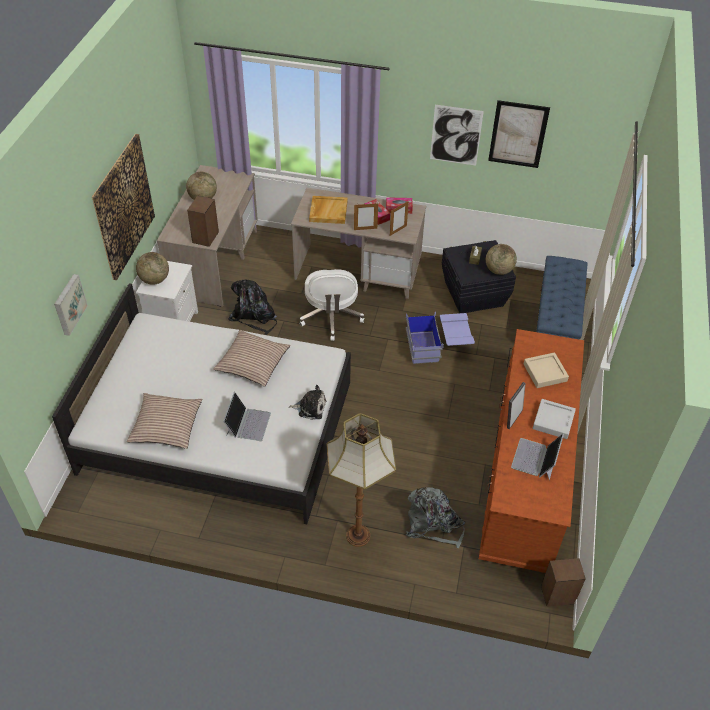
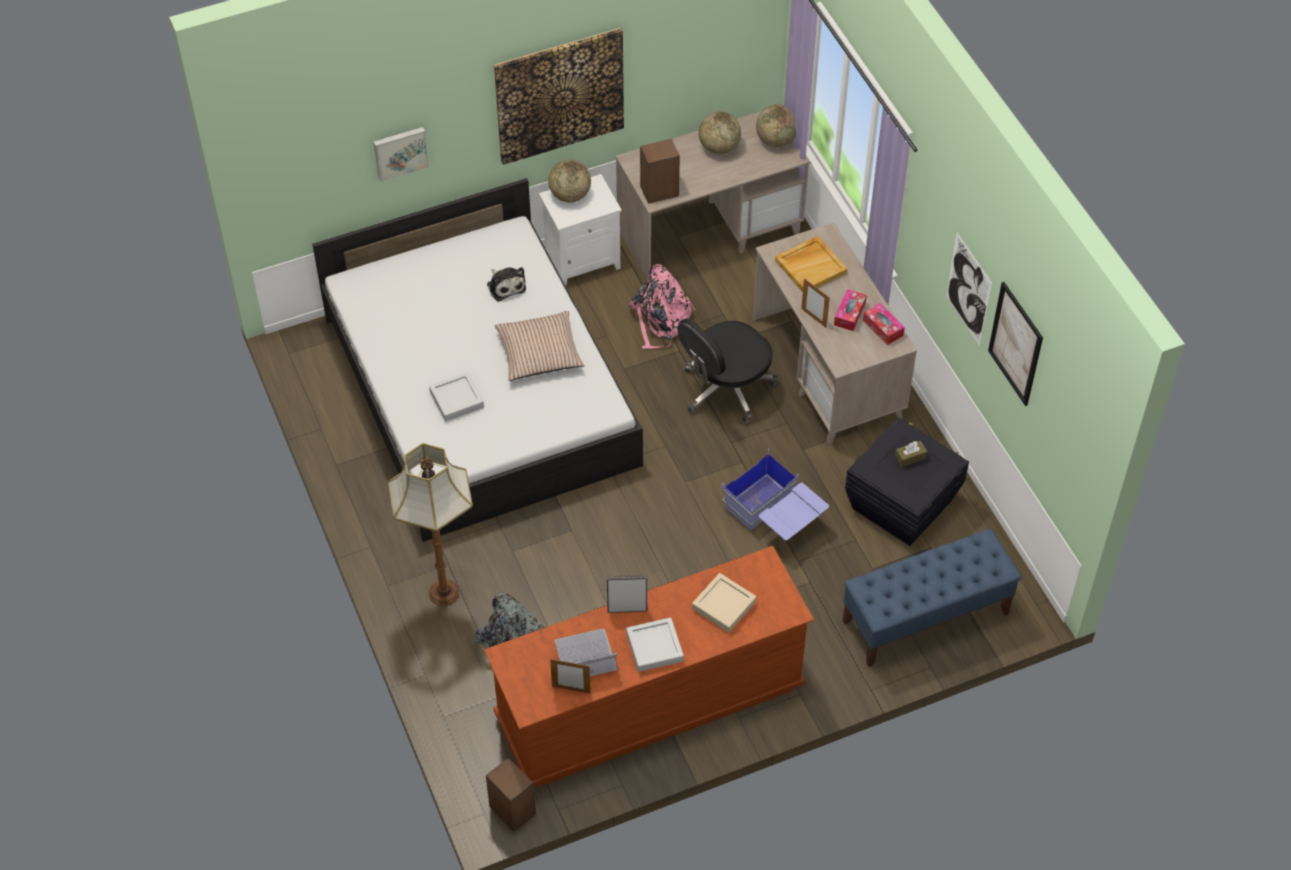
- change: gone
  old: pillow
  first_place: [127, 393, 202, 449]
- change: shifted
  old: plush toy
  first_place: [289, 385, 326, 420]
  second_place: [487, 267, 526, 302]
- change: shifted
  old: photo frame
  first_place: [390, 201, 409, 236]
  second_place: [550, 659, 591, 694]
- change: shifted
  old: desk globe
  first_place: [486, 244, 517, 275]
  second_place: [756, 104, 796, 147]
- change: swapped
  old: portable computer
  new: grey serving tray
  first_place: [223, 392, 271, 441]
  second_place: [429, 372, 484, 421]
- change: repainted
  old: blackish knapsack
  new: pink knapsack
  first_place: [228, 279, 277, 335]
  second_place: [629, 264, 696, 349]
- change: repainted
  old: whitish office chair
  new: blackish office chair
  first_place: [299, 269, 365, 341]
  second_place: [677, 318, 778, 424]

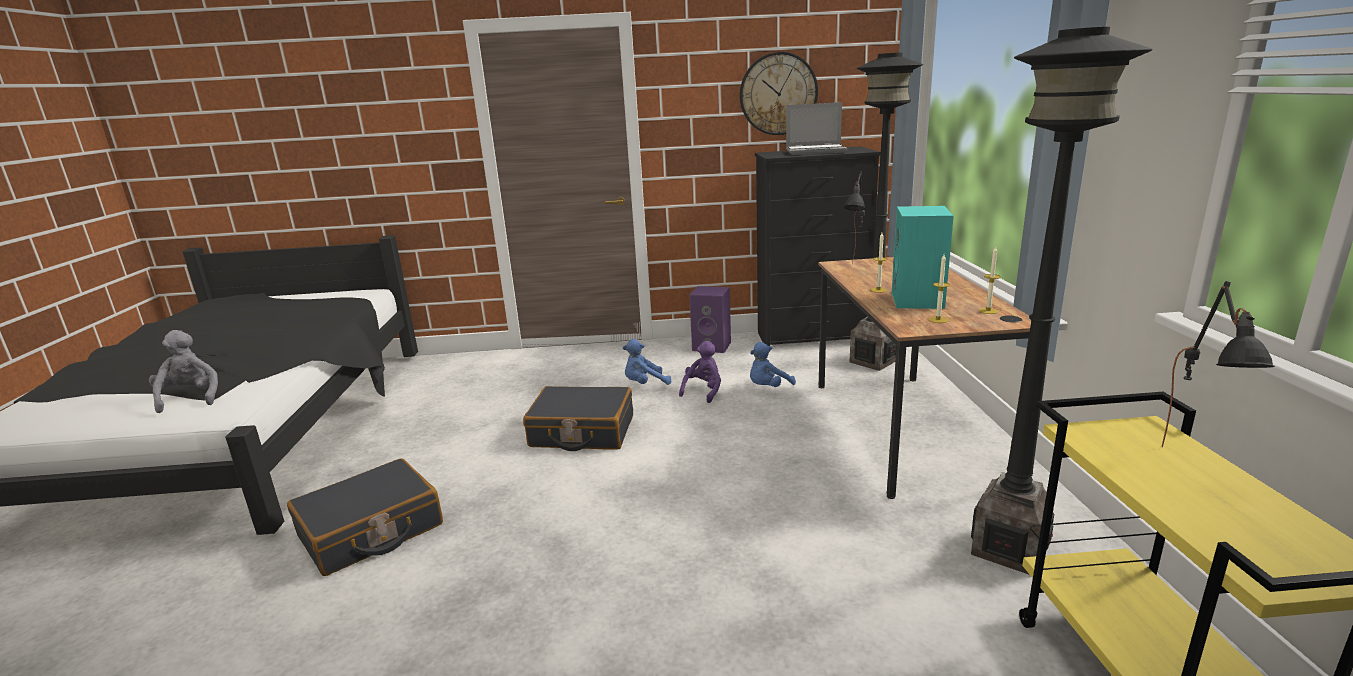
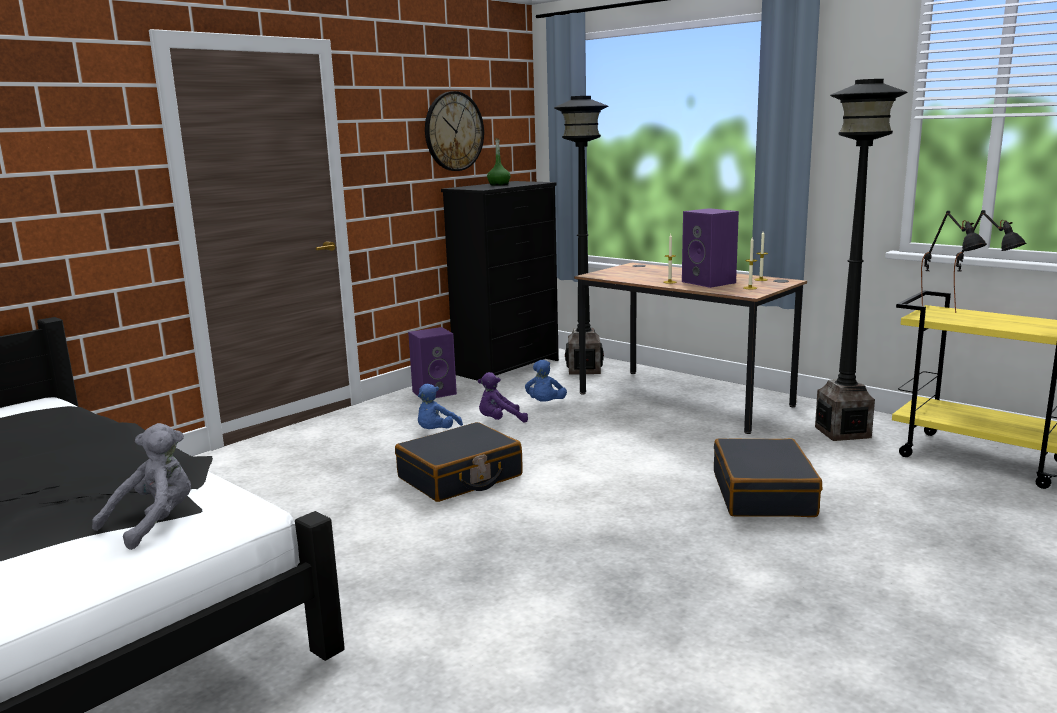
- change: shifted
  old: blackish suitcase
  first_place: [287, 458, 443, 576]
  second_place: [714, 438, 822, 517]
- change: shifted
  old: blackish table lamp
  first_place: [844, 171, 865, 264]
  second_place: [921, 210, 987, 306]
- change: swapped
  old: portable computer
  new: greenish beverage bottle
  first_place: [786, 102, 848, 155]
  second_place: [487, 138, 511, 186]
- change: repainted
  old: turquoise loudspeaker
  new: purplish loudspeaker
  first_place: [892, 206, 954, 309]
  second_place: [682, 208, 739, 288]
- change: rotated
  old: grey plush toy
  first_place: [149, 330, 218, 413]
  second_place: [92, 423, 191, 550]
  degrees: 105
- change: rotated
  old: purplish plush toy
  first_place: [679, 341, 721, 403]
  second_place: [478, 372, 528, 423]
  degrees: -90

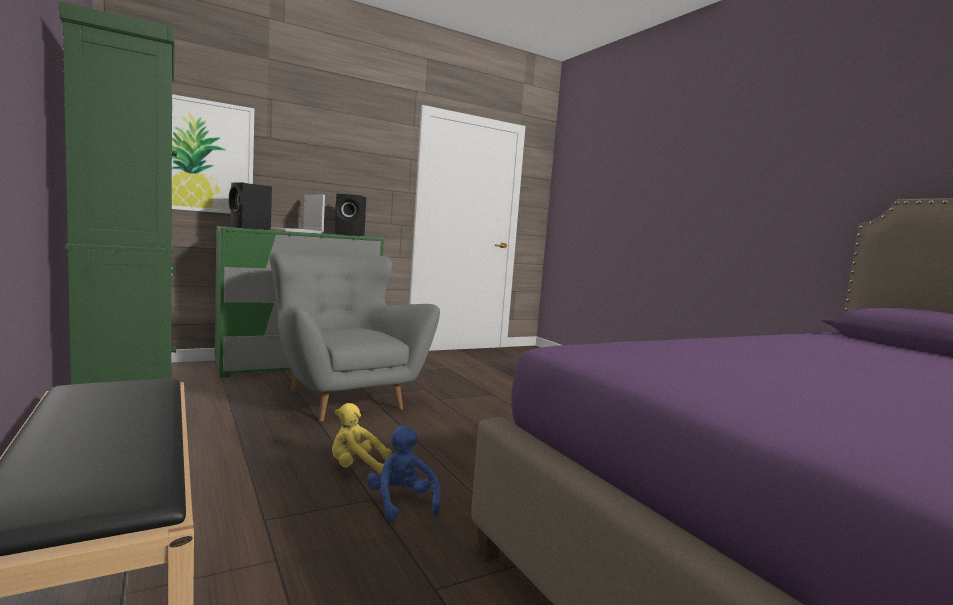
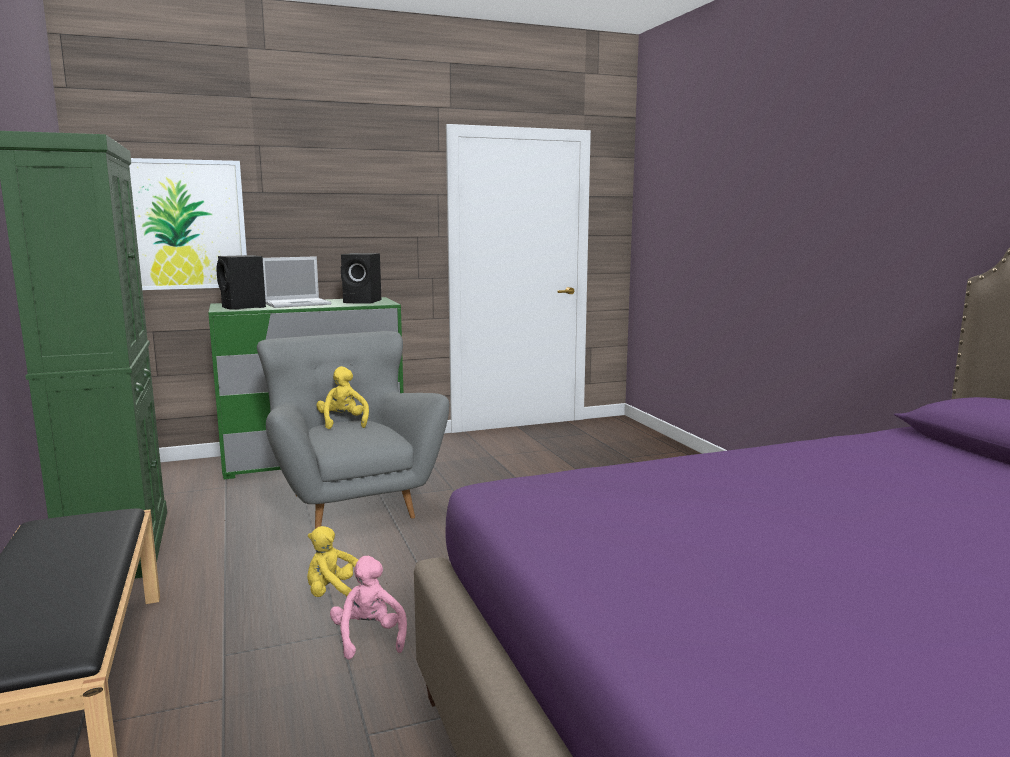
- change: new
  new: yellow plush toy
  second_place: [316, 366, 369, 429]
- change: repainted
  old: bluish plush toy
  new: pink plush toy
  first_place: [367, 426, 441, 521]
  second_place: [330, 556, 407, 659]
- change: rotated
  old: portable computer
  first_place: [271, 194, 325, 234]
  second_place: [263, 256, 331, 308]
  degrees: -90

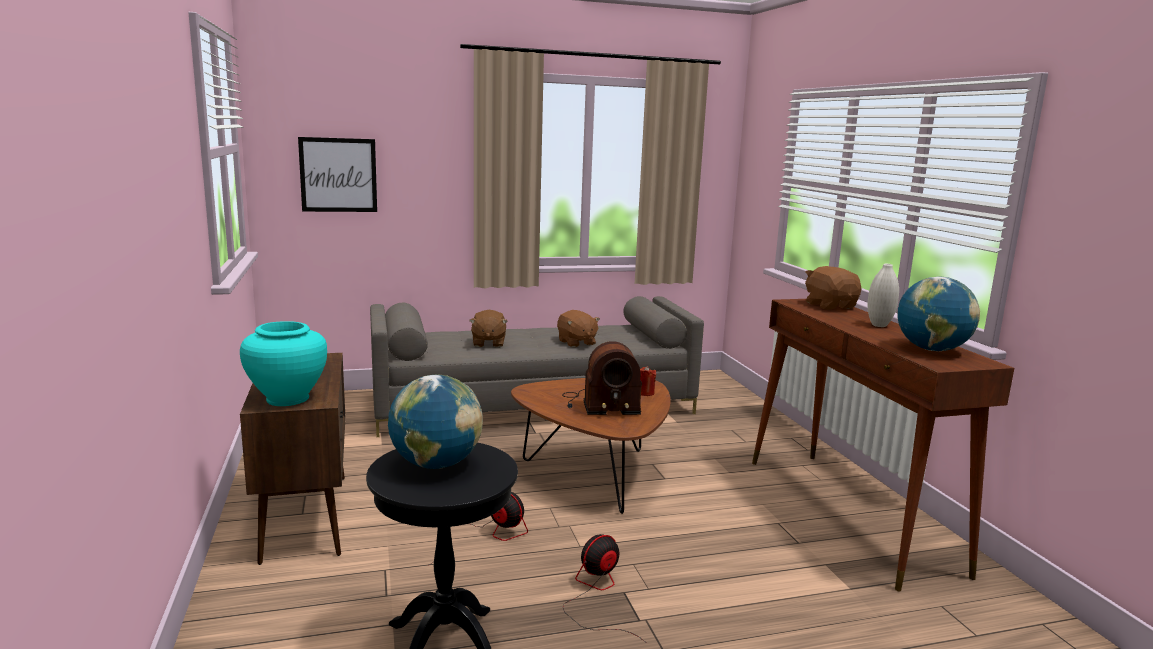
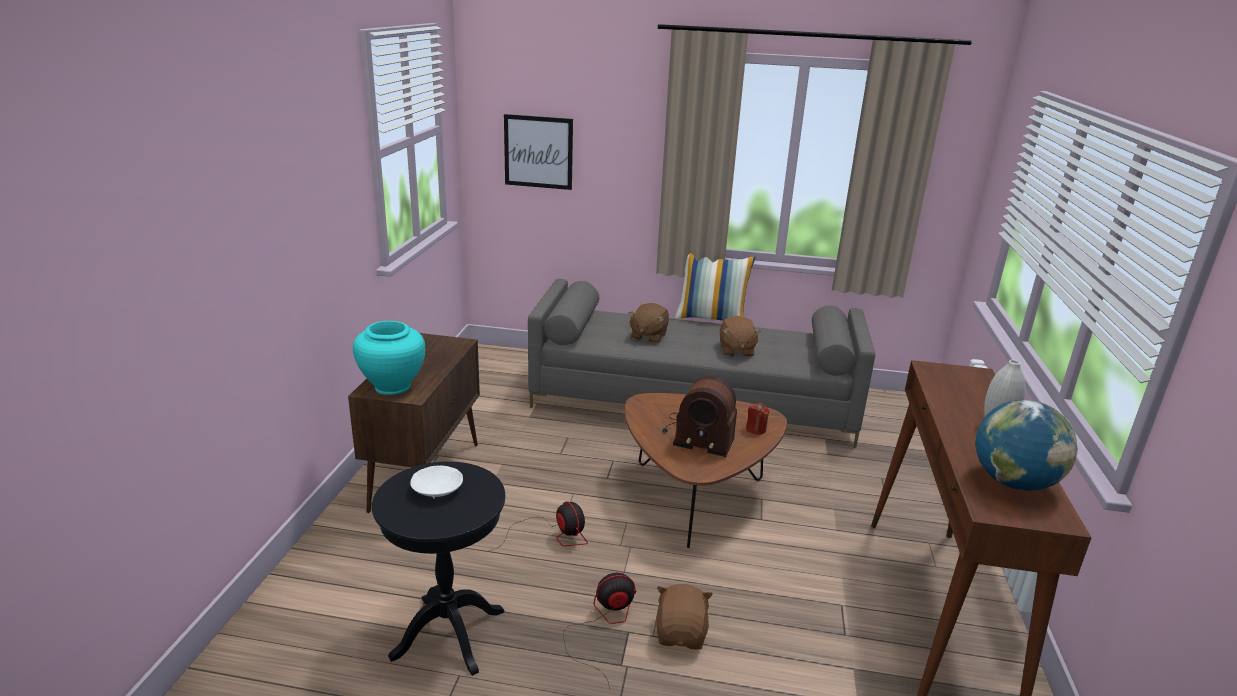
- change: new
  new: pillow
  second_place: [675, 253, 755, 321]
- change: shifted
  old: brown plush toy
  first_place: [805, 266, 862, 310]
  second_place: [656, 584, 713, 650]
- change: swapped
  old: desk globe
  new: whitish bowl
  first_place: [388, 374, 483, 469]
  second_place: [410, 465, 463, 499]

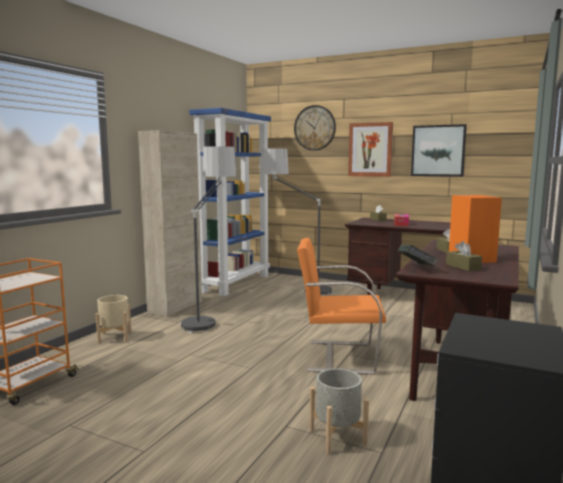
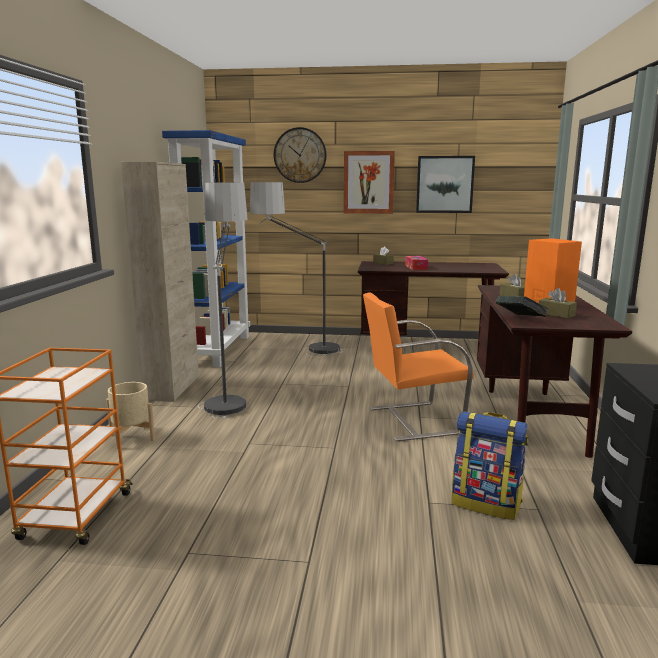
- change: swapped
  old: grey plant pot
  new: knapsack
  first_place: [309, 368, 369, 454]
  second_place: [452, 411, 528, 520]

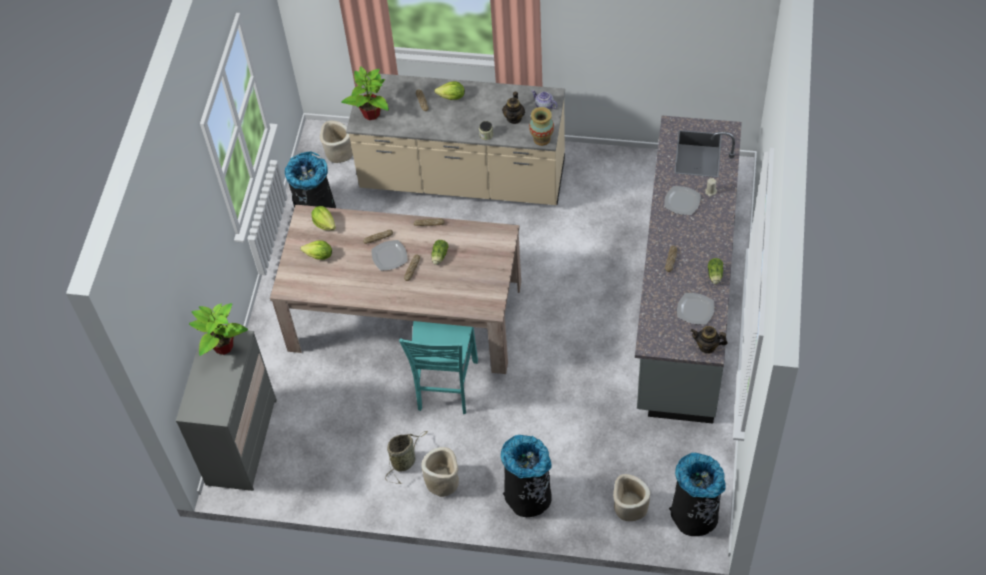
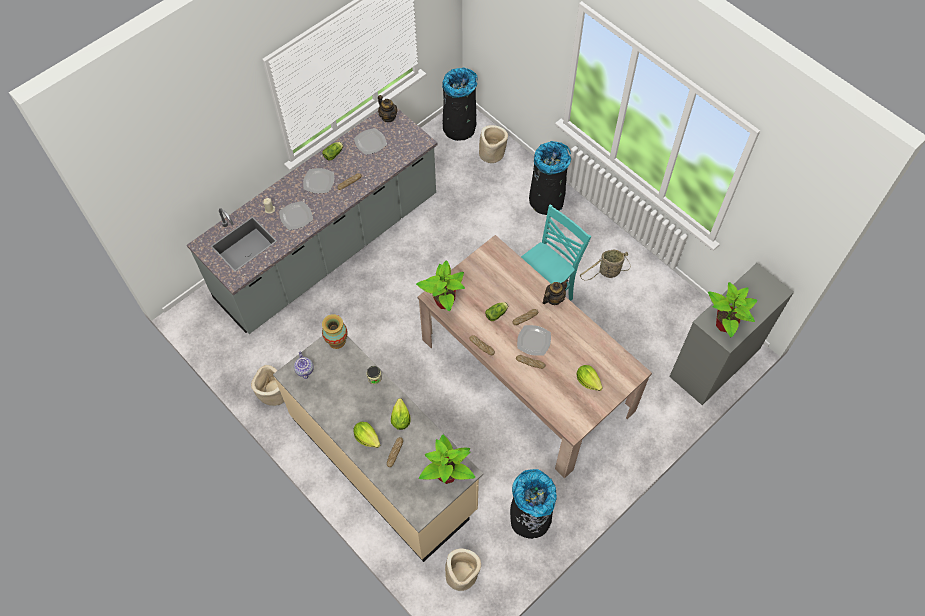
- change: new
  new: dinner plate
  second_place: [303, 168, 334, 193]
- change: new
  new: potted plant
  second_place: [416, 260, 465, 311]
- change: shifted
  old: lettuce
  first_place: [311, 206, 336, 230]
  second_place: [391, 398, 411, 430]
- change: shifted
  old: sand-coloured plant pot
  first_place: [421, 447, 459, 497]
  second_place: [251, 365, 284, 406]
- change: shifted
  old: teapot
  first_place: [502, 92, 525, 124]
  second_place: [542, 279, 569, 305]

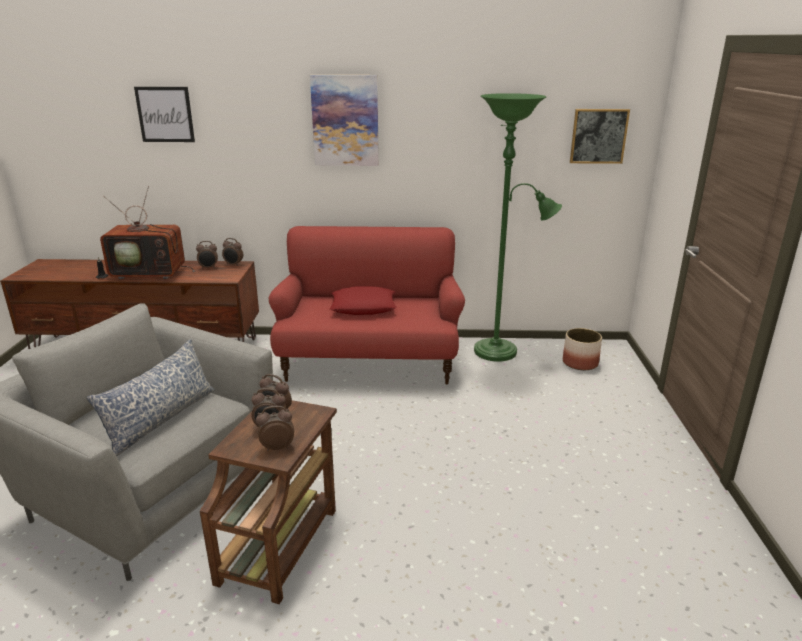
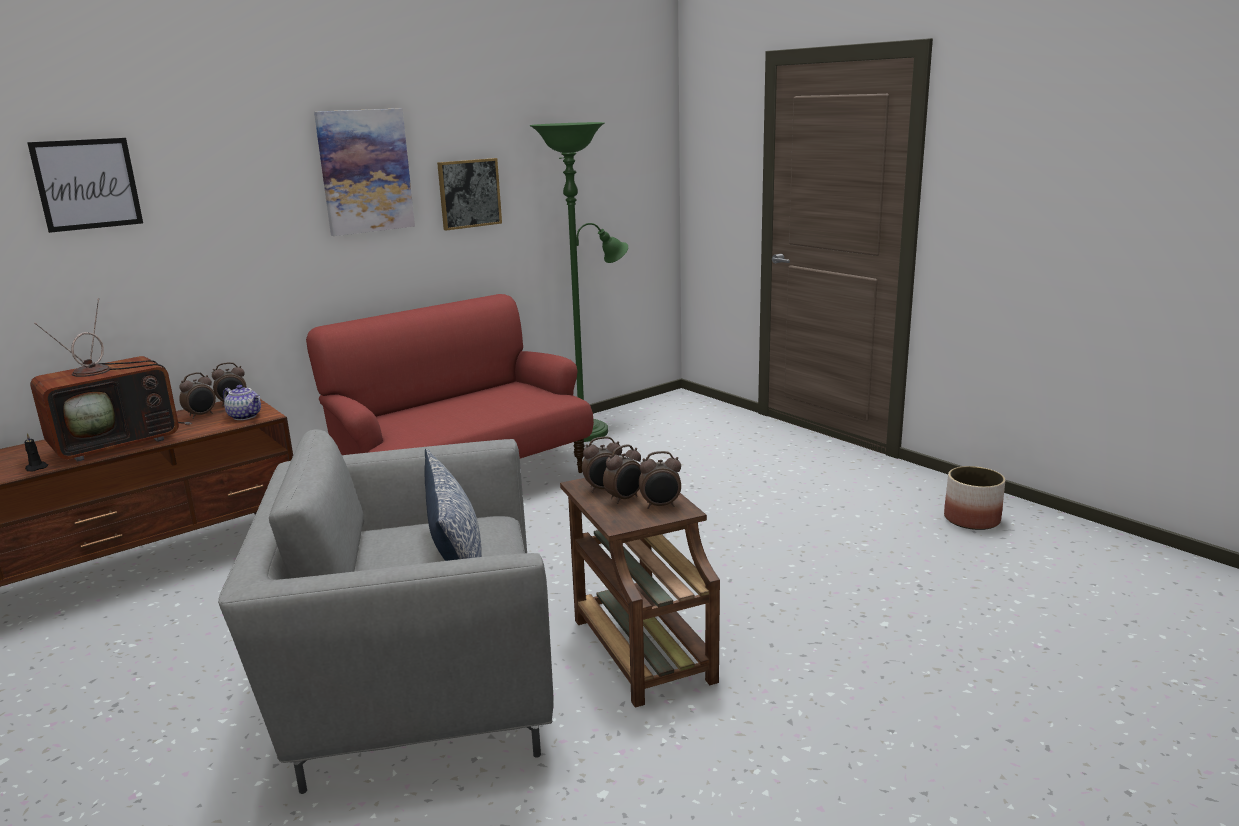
- change: gone
  old: red pillow
  first_place: [330, 286, 397, 315]
- change: new
  new: teapot
  second_place: [223, 385, 261, 420]
- change: shifted
  old: plant pot
  first_place: [563, 328, 602, 370]
  second_place: [944, 466, 1005, 530]
- change: shifted
  old: picture
  first_place: [570, 109, 630, 164]
  second_place: [437, 158, 502, 231]
- change: rotated
  old: alarm clock
  first_place: [256, 406, 294, 451]
  second_place: [639, 451, 681, 509]
  degrees: -135

